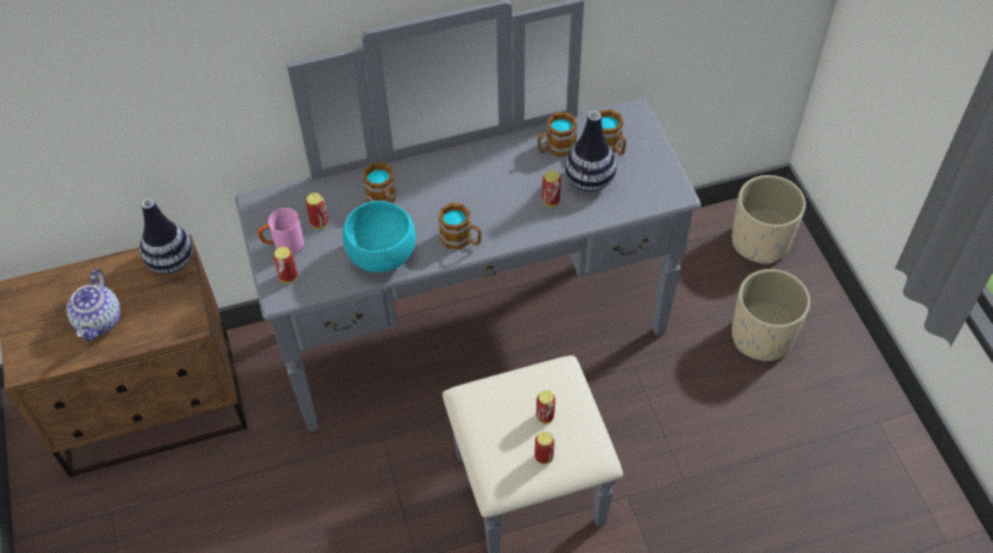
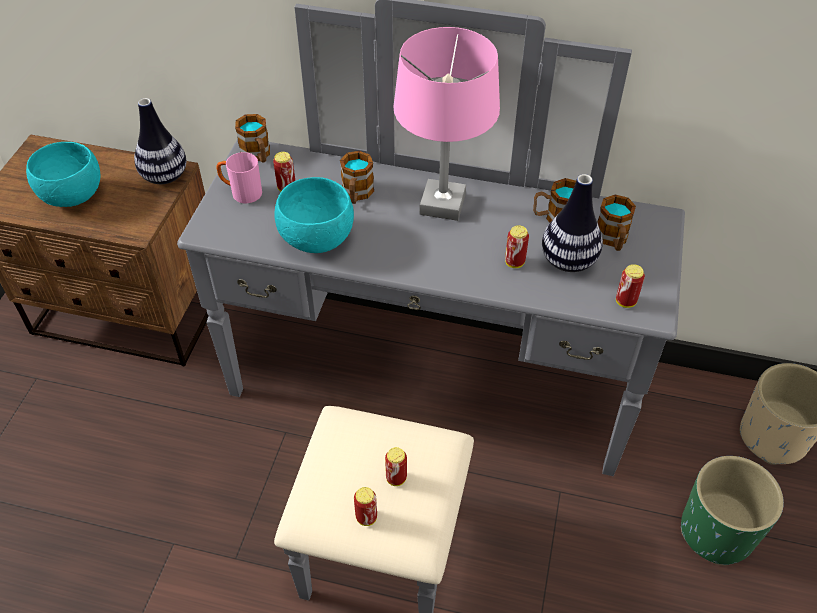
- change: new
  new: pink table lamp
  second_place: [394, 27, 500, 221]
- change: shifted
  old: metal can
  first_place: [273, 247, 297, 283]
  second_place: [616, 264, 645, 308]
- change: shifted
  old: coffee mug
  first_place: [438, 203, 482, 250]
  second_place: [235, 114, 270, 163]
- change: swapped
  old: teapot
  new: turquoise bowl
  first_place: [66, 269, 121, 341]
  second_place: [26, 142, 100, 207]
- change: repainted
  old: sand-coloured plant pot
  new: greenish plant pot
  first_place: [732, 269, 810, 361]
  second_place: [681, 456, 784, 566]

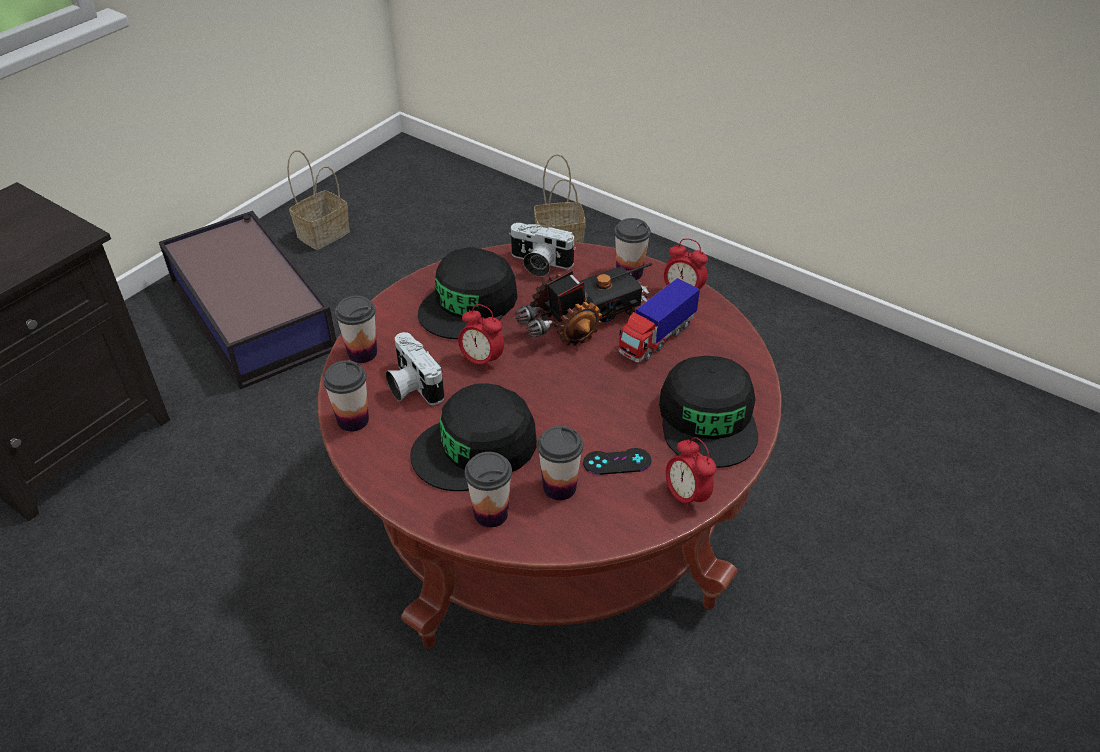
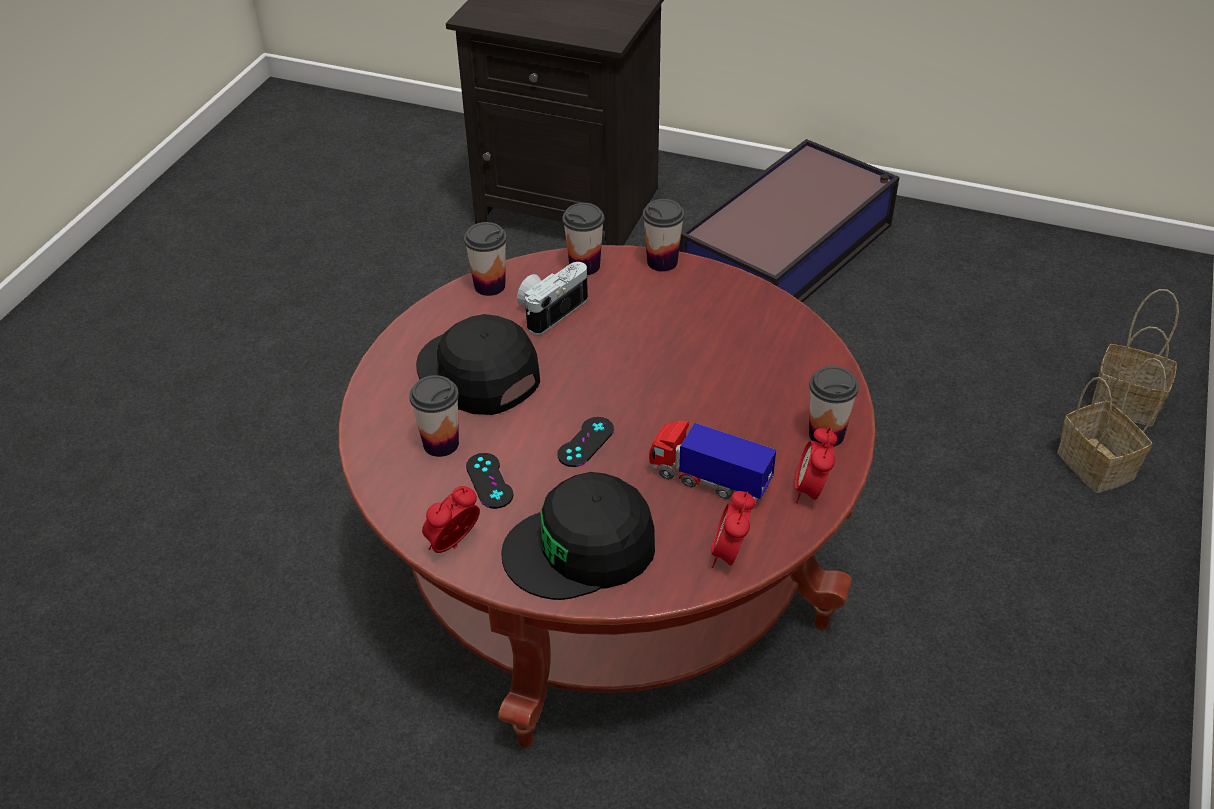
- change: gone
  old: blackish cap
  first_place: [418, 247, 517, 339]
- change: gone
  old: photo camera
  first_place: [509, 223, 576, 277]
- change: gone
  old: model truck
  first_place: [515, 263, 652, 346]
- change: new
  new: blackish game controller
  second_place: [557, 417, 614, 467]
- change: shifted
  old: storage basket
  first_place: [287, 150, 350, 250]
  second_place: [1092, 289, 1179, 426]
- change: shifted
  old: alarm clock
  first_place: [458, 304, 504, 372]
  second_place: [711, 491, 755, 568]
- change: shifted
  old: drinking cup
  first_place: [465, 452, 512, 528]
  second_place: [643, 199, 684, 272]

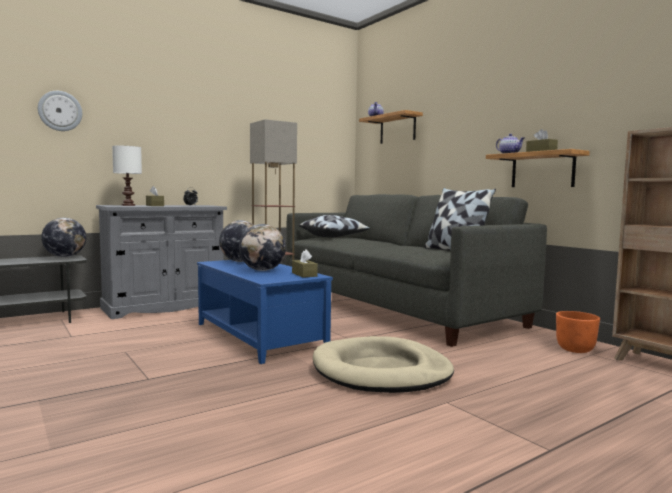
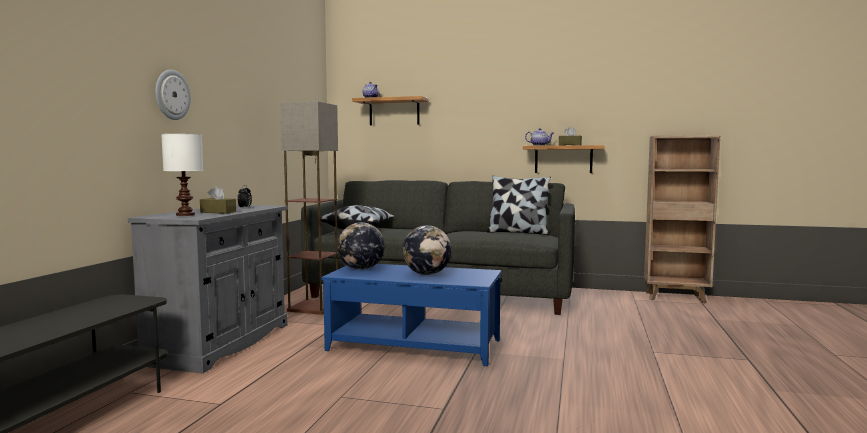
- change: gone
  old: desk globe
  first_place: [41, 218, 86, 257]
- change: gone
  old: brown tissue box
  first_place: [292, 250, 318, 278]
- change: gone
  old: sand-coloured pet bed
  first_place: [313, 336, 454, 393]
- change: gone
  old: orangey plant pot
  first_place: [556, 311, 600, 353]
- change: shifted
  old: clock on the wall
  first_place: [38, 91, 82, 131]
  second_place: [155, 70, 191, 120]

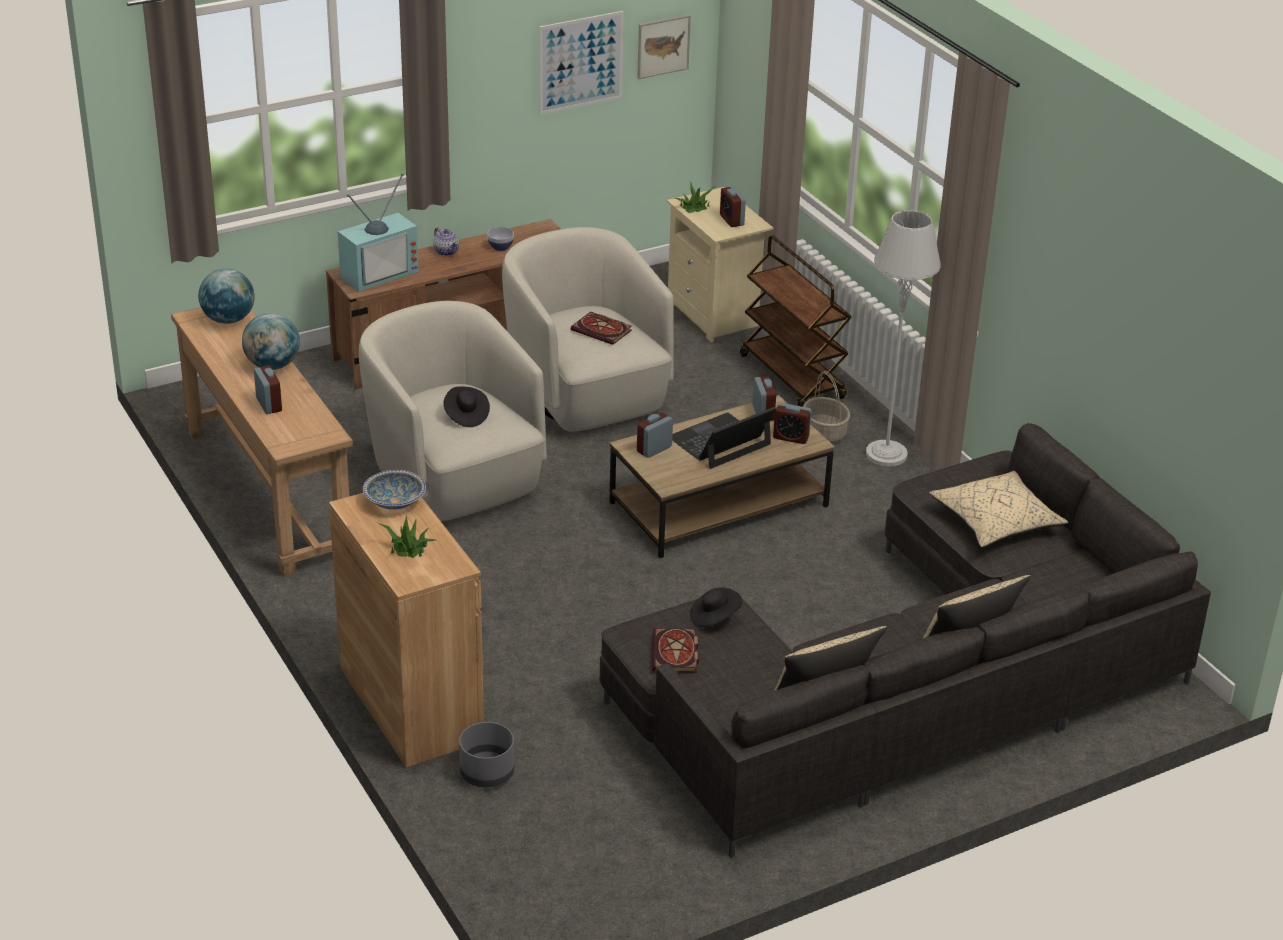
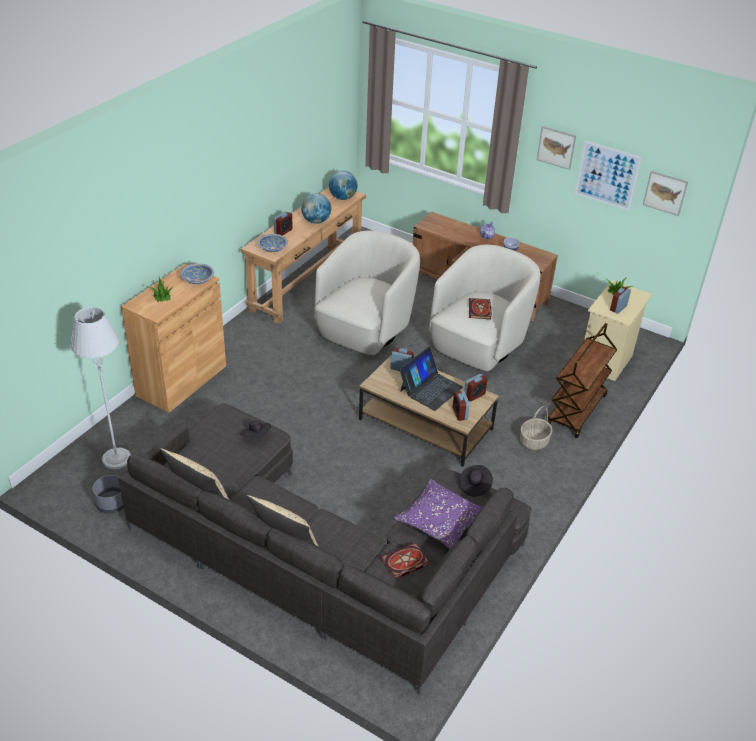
- change: gone
  old: TV set
  first_place: [338, 172, 419, 292]
- change: new
  new: bowl
  second_place: [258, 234, 288, 252]
- change: new
  new: picture
  second_place: [537, 126, 576, 170]
- change: shifted
  old: blackish clothing hat
  first_place: [443, 387, 490, 427]
  second_place: [460, 465, 493, 497]
- change: shifted
  old: grey plant pot
  first_place: [459, 722, 514, 788]
  second_place: [92, 475, 124, 514]
- change: shifted
  old: bound book
  first_place: [653, 628, 699, 673]
  second_place: [380, 542, 430, 579]
- change: shifted
  old: grey floor lamp
  first_place: [866, 210, 941, 467]
  second_place: [71, 307, 131, 469]
- change: repainted
  old: sand-coloured pillow
  new: purplish pillow
  first_place: [929, 471, 1068, 548]
  second_place: [393, 479, 482, 550]
- change: rotated
  old: portable computer
  first_place: [672, 407, 776, 469]
  second_place: [399, 347, 463, 411]
  degrees: 105

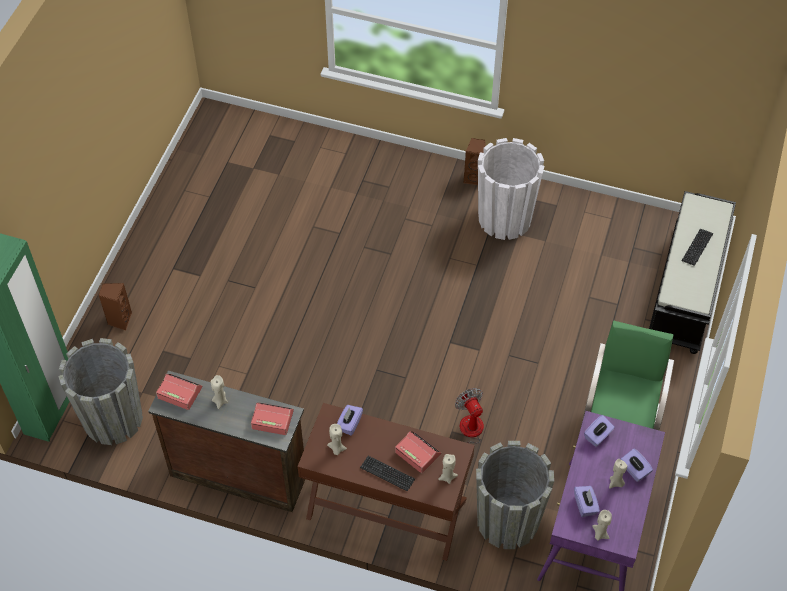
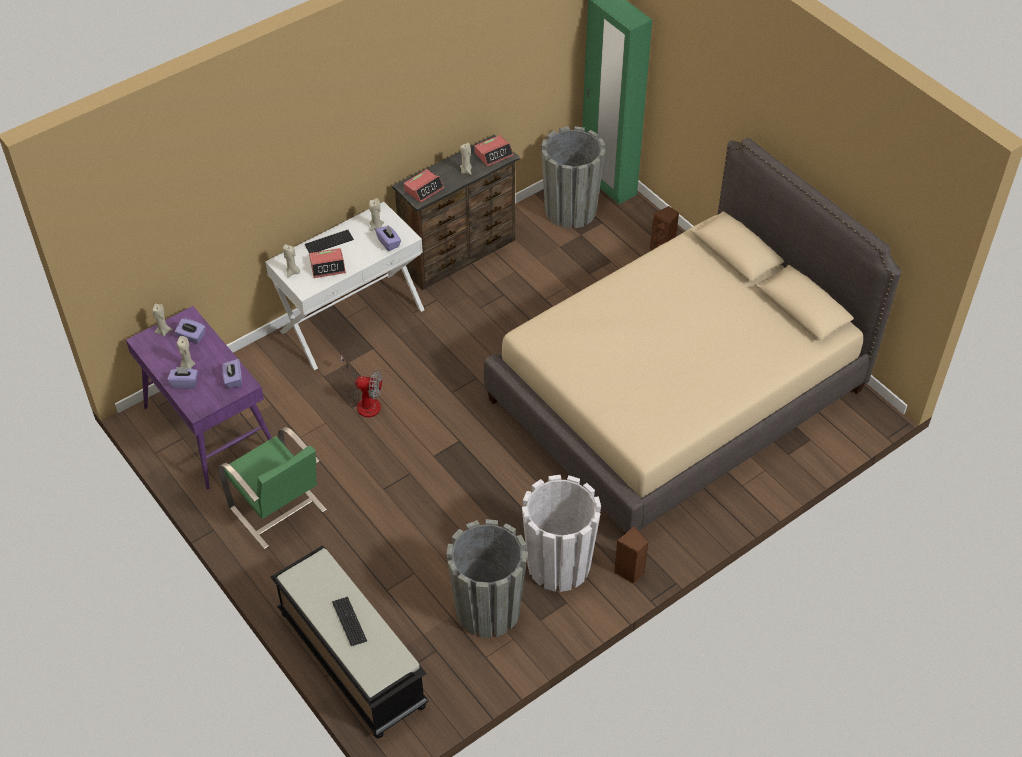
- change: new
  new: sand-coloured bedroom bed
  second_place: [484, 138, 901, 534]
- change: shifted
  old: grey plant pot
  first_place: [476, 441, 554, 549]
  second_place: [446, 519, 527, 638]
- change: repainted
  old: brown hall table
  new: whitish hall table
  first_place: [297, 403, 475, 561]
  second_place: [265, 202, 424, 370]

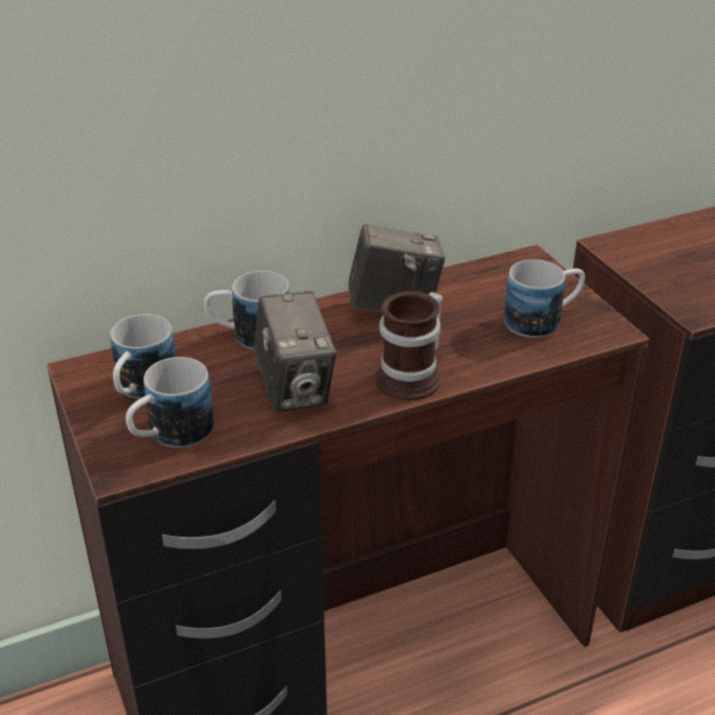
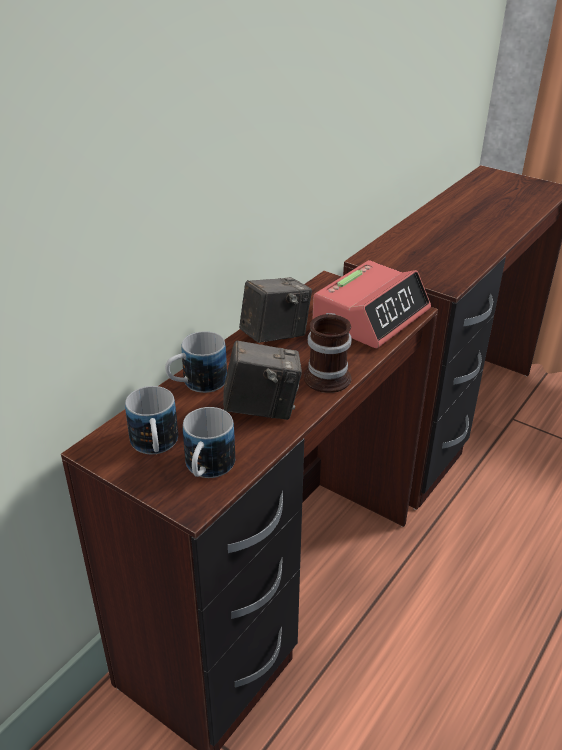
- change: swapped
  old: coffee mug
  new: alarm clock
  first_place: [504, 259, 585, 338]
  second_place: [313, 260, 431, 348]
- change: rotated
  old: photo camera
  first_place: [254, 291, 336, 412]
  second_place: [223, 340, 302, 420]
  degrees: -45

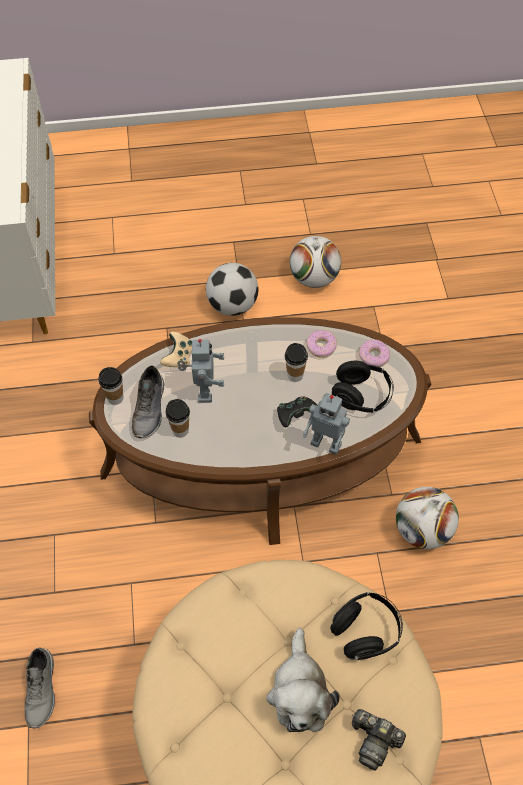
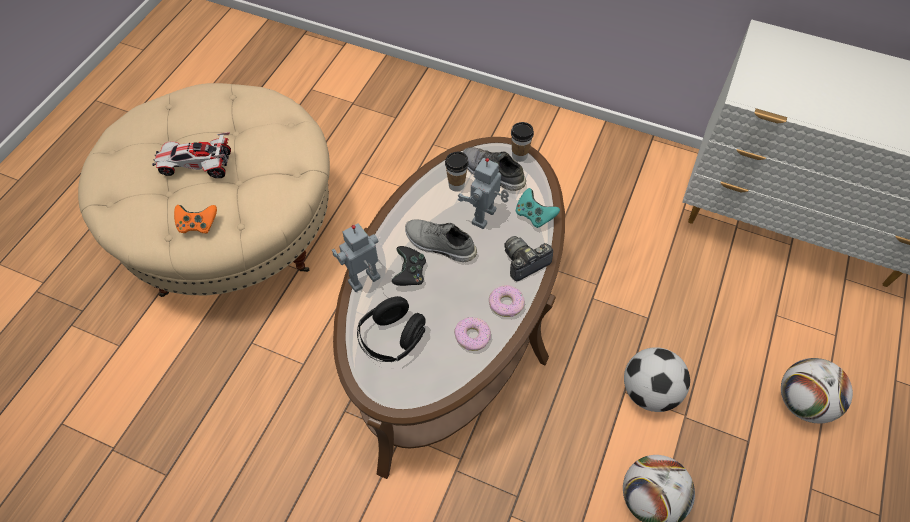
- change: gone
  old: drinking cup
  first_place: [285, 343, 308, 382]
- change: shifted
  old: grey low shoe
  first_place: [25, 647, 55, 728]
  second_place: [405, 219, 477, 262]
- change: shifted
  old: photo camera
  first_place: [352, 709, 406, 771]
  second_place: [504, 236, 553, 281]
- change: shifted
  old: donut
  first_place: [359, 339, 390, 367]
  second_place: [489, 285, 525, 317]
- change: shifted
  old: football ball
  first_place: [396, 487, 459, 549]
  second_place: [781, 358, 853, 424]
- change: swapped
  old: plush toy
  new: model car
  first_place: [267, 628, 340, 732]
  second_place: [152, 132, 231, 178]
- change: swapped
  old: blackish headset
  new: orangey game controller
  first_place: [330, 592, 403, 660]
  second_place: [174, 205, 217, 234]
- change: repainted
  old: sand-coloured game controller
  new: turquoise game controller
  first_place: [160, 332, 192, 368]
  second_place: [515, 188, 560, 228]
- change: rotated
  old: robot figure
  first_place: [177, 339, 224, 403]
  second_place: [458, 158, 509, 229]
  degrees: 90

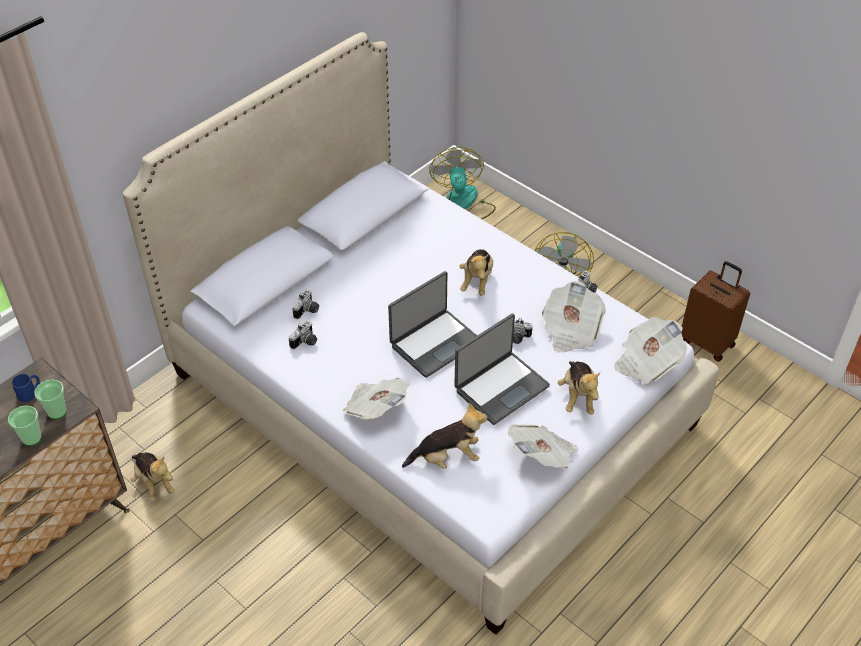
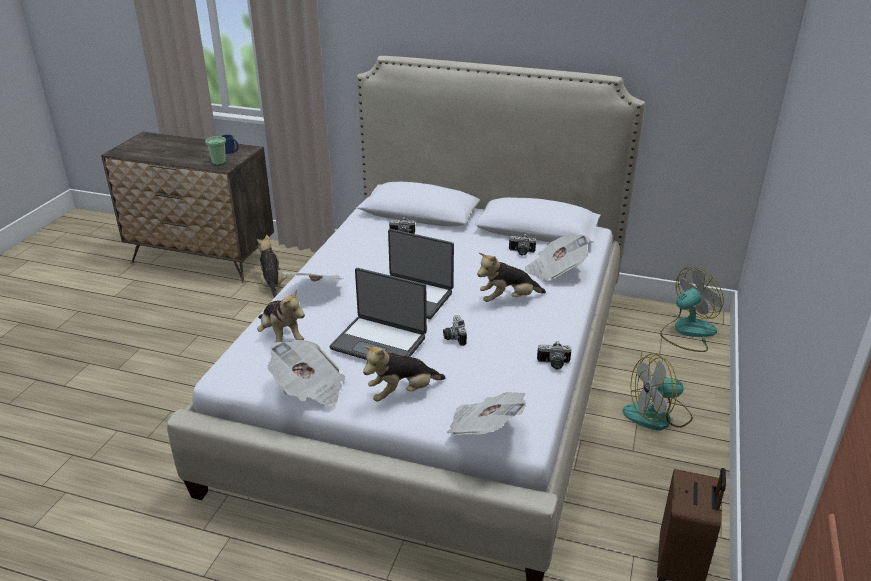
- change: gone
  old: drinking cup
  first_place: [8, 406, 42, 446]
- change: shifted
  old: photo camera
  first_place: [289, 320, 317, 349]
  second_place: [509, 234, 536, 255]
- change: shifted
  old: newspaper
  first_place: [542, 281, 606, 353]
  second_place: [525, 233, 590, 281]
- change: rotated
  old: plush toy
  first_place: [131, 452, 175, 501]
  second_place: [257, 235, 287, 297]
  degrees: 135

